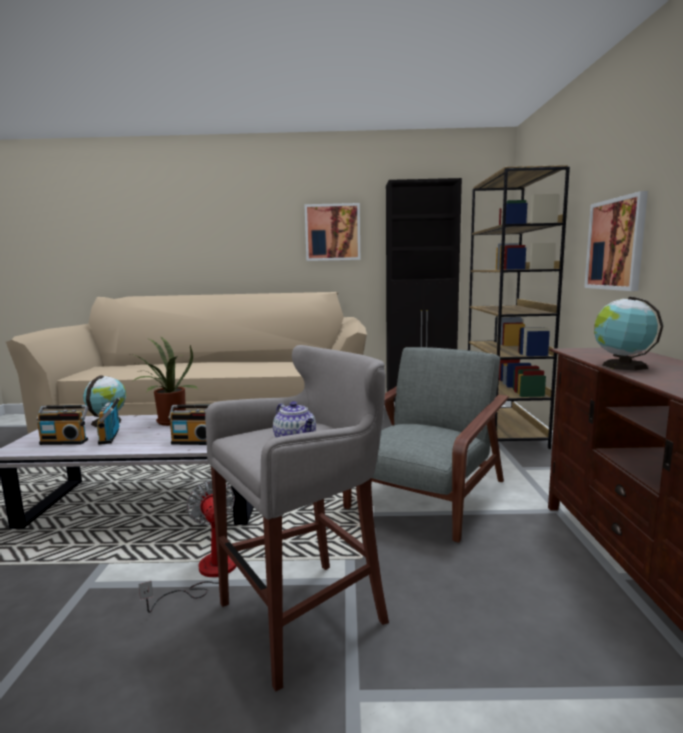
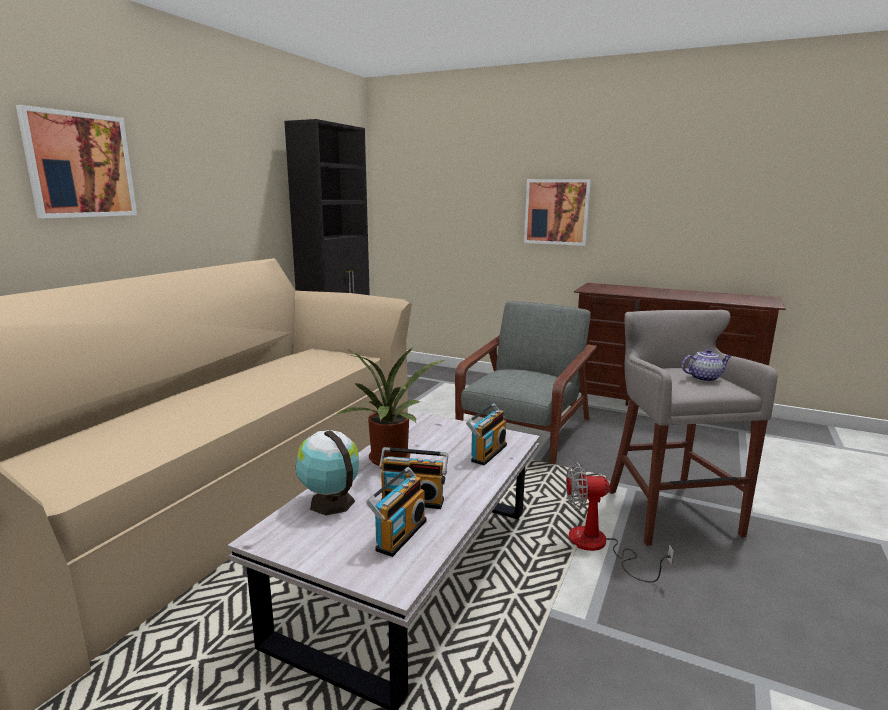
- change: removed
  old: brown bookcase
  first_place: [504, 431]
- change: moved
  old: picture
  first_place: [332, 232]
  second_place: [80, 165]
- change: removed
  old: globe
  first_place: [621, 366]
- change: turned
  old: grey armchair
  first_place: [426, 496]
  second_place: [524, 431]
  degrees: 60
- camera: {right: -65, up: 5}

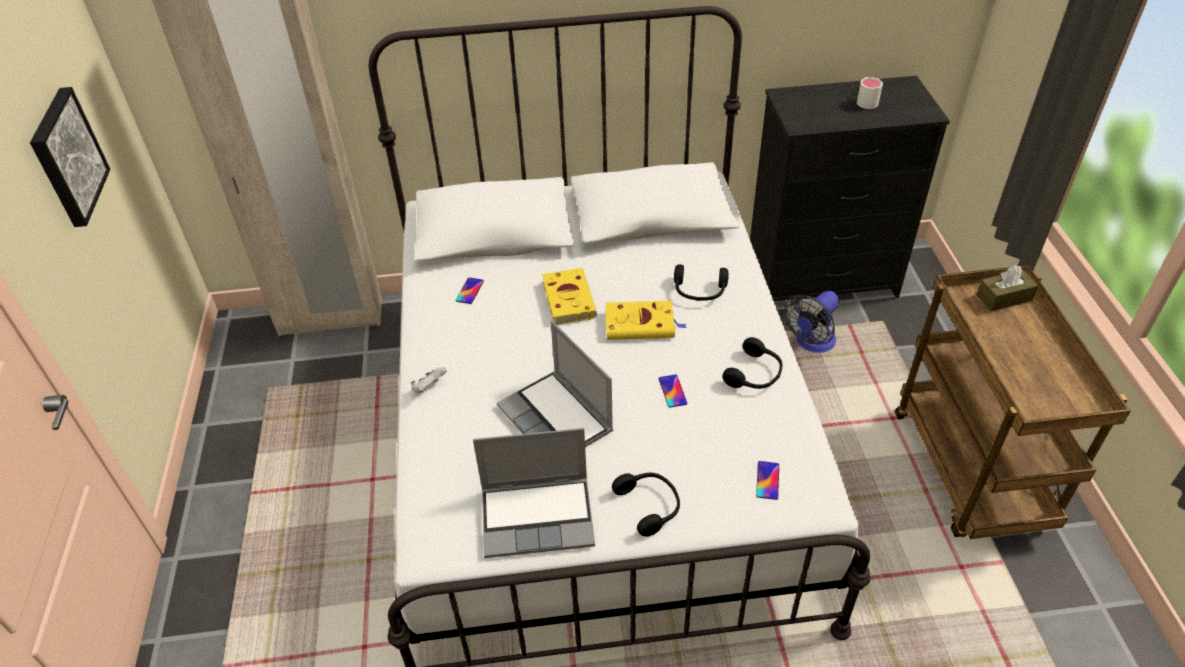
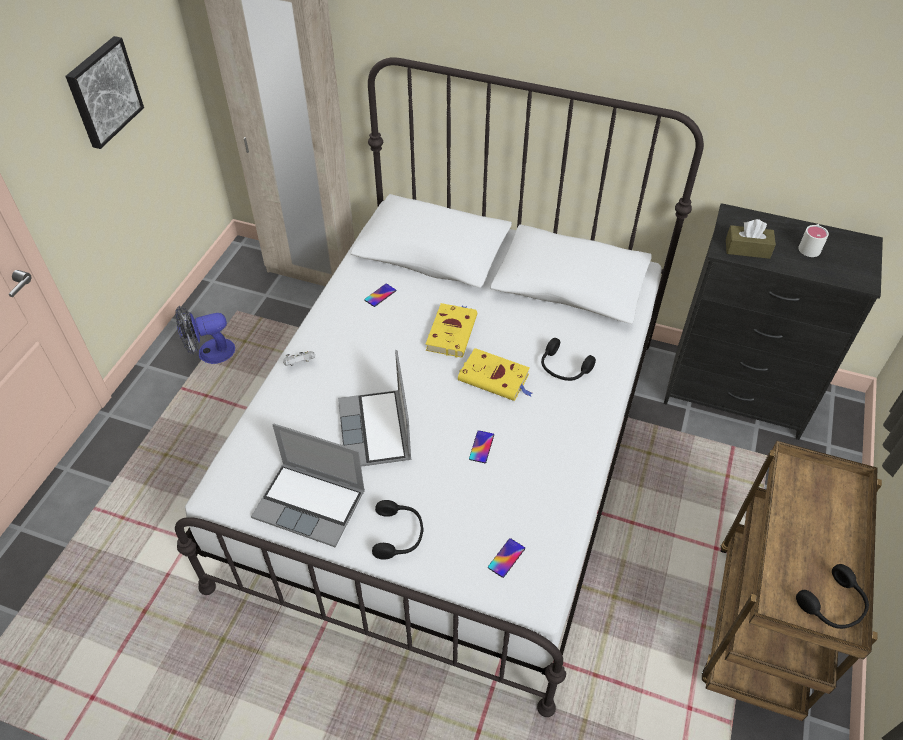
- change: moved
  old: brown tissue box
  first_place: [1004, 298]
  second_place: [747, 249]
- change: moved
  old: fan
  first_place: [811, 344]
  second_place: [210, 353]
- change: moved
  old: black headphones
  first_place: [755, 374]
  second_place: [833, 605]
- camera: {right: 25, up: 5}

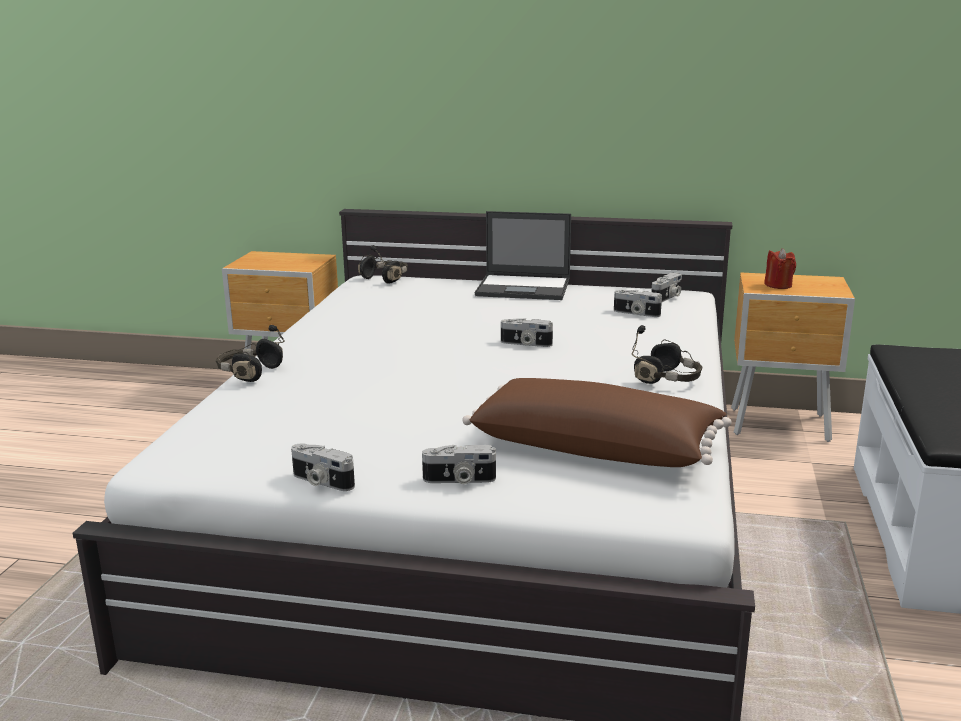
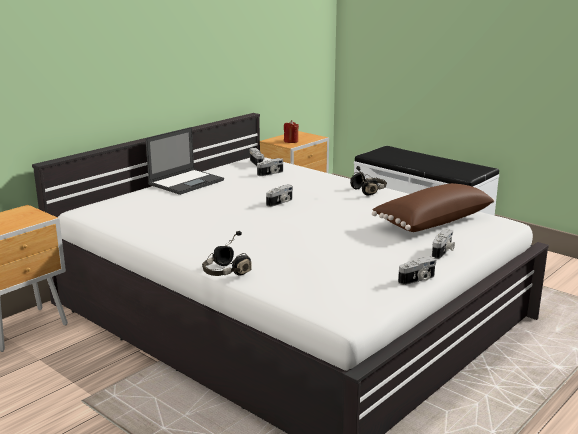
- change: removed
  old: black headphones
  first_place: [386, 278]
- camera: {right: -60, up: 0}

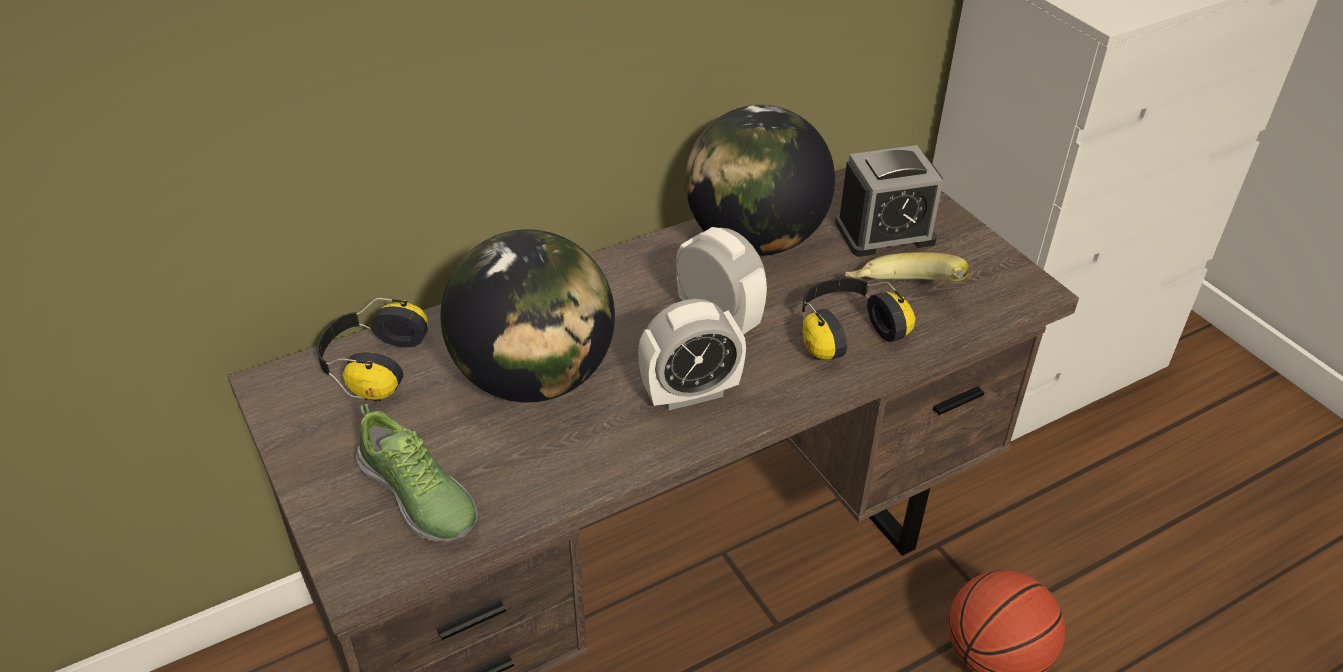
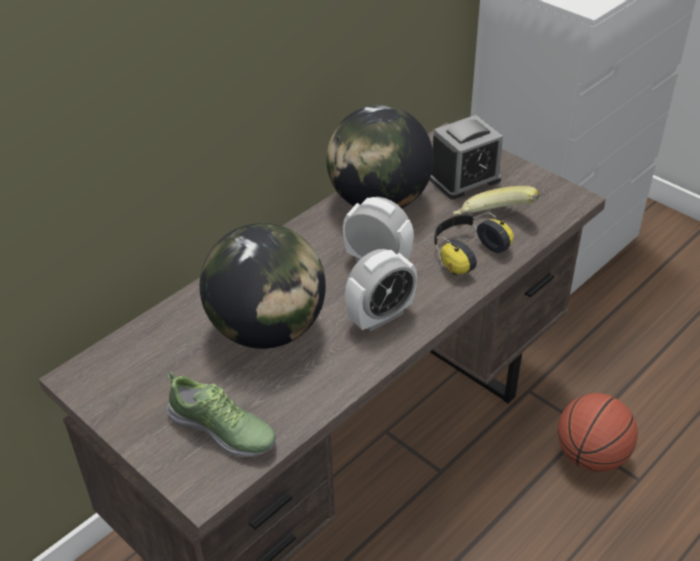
- change: removed
  old: headphones
  first_place: [372, 365]
- camera: {right: -15, up: 0}

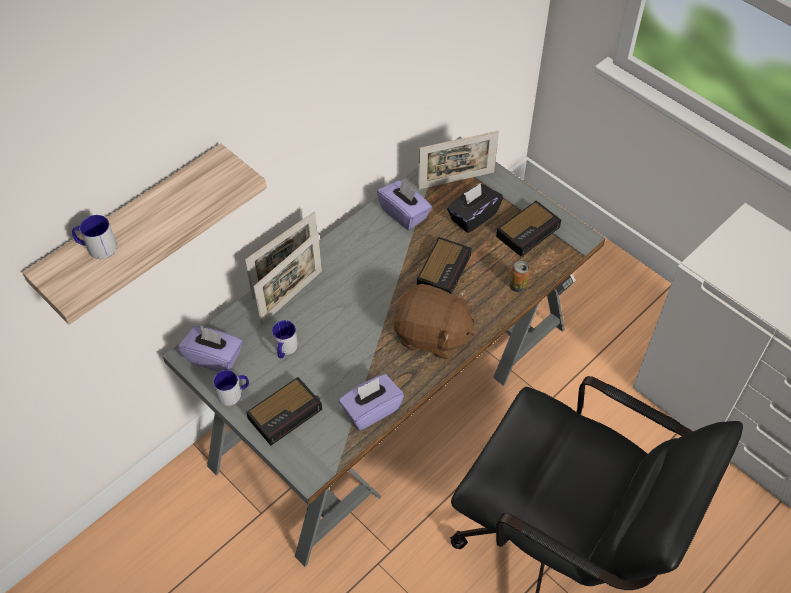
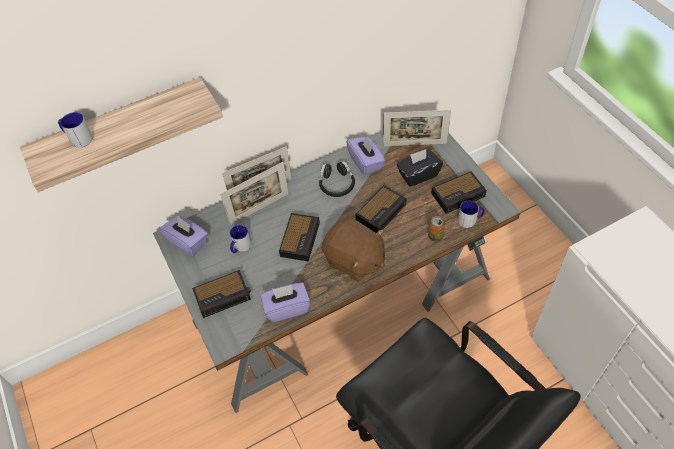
- change: moved
  old: mug
  first_place: [234, 393]
  second_place: [470, 220]
- change: added
  new: black headphones
  second_place: [336, 184]
- change: added
  new: alarm clock
  second_place: [300, 238]
- camera: {right: 20, up: 0}

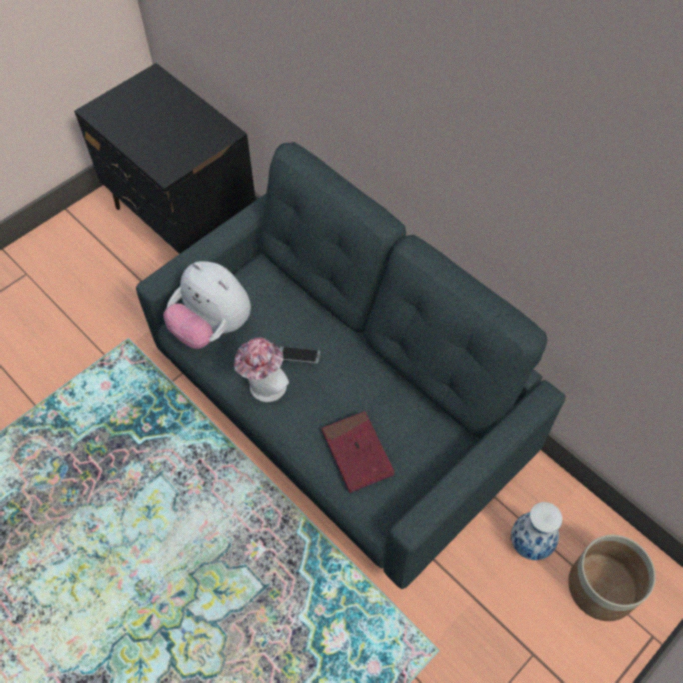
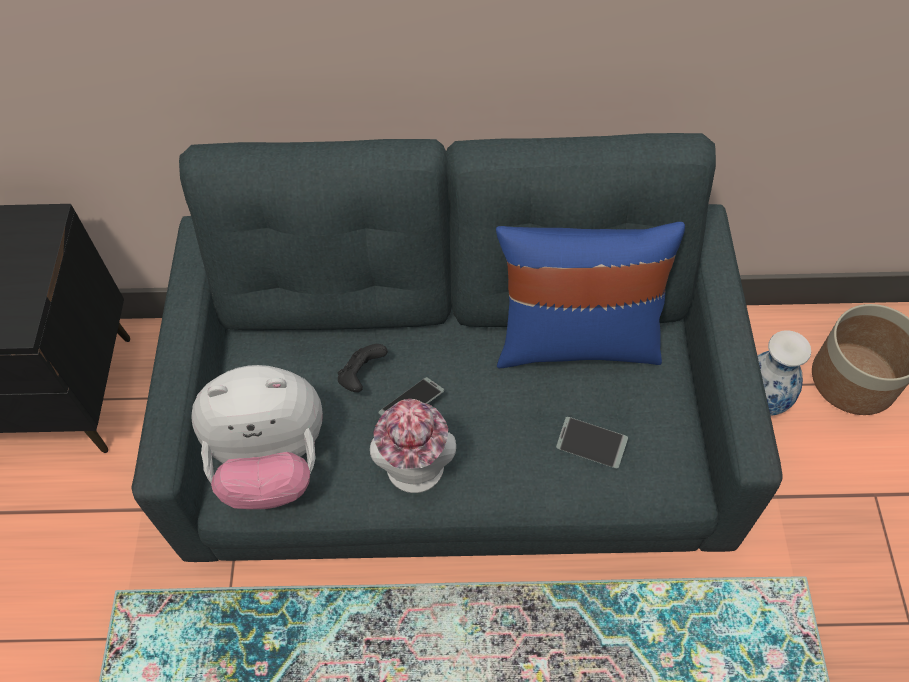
- change: replaced
  old: red book
  new: phone
  first_place: [357, 453]
  second_place: [591, 445]
- change: added
  new: blue pillow
  second_place: [576, 340]
- change: added
  new: black game controller
  second_place: [361, 376]
- camera: {right: -45, up: 0}

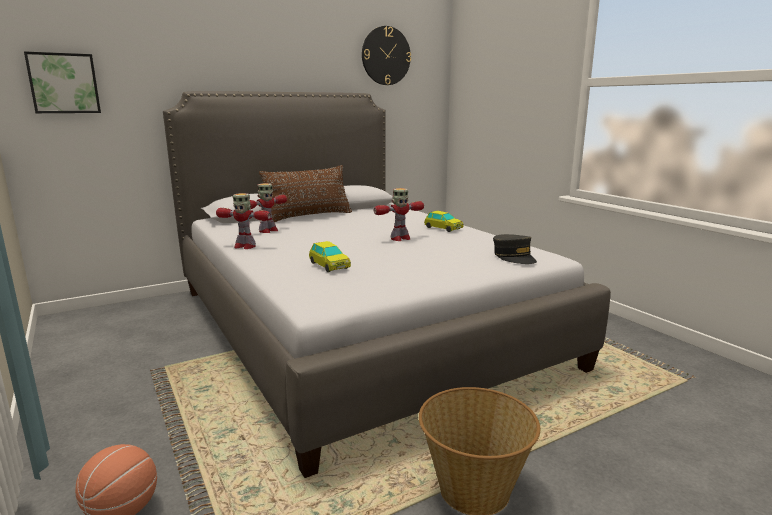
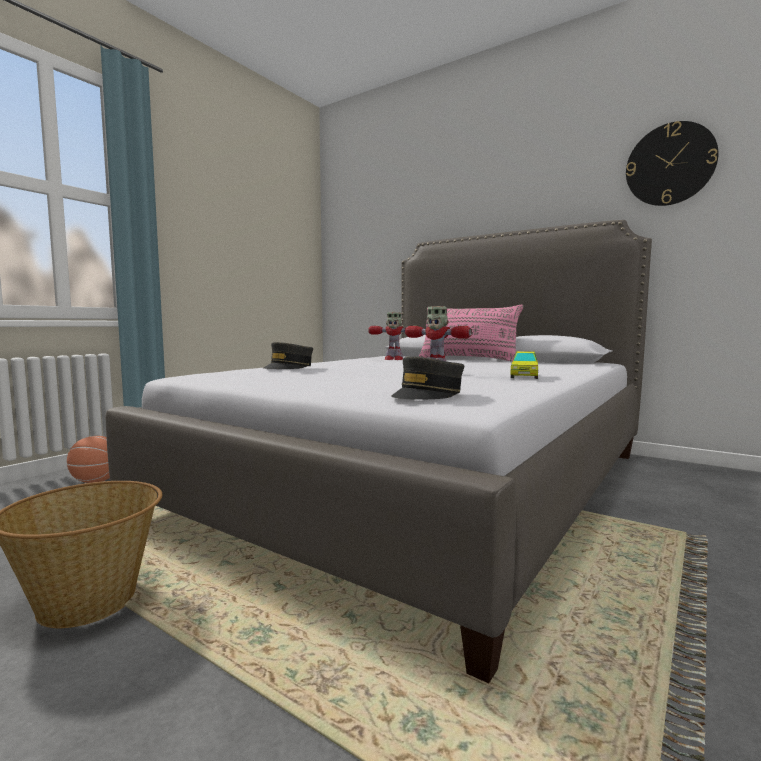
- change: removed
  old: picture
  first_place: [64, 83]
- change: recoloured
  old: brown pillow
  new: pink pillow
  first_place: [309, 216]
  second_place: [468, 359]
- change: removed
  old: toy robot
  first_place: [244, 246]
- change: replaced
  old: toy car
  new: grey cap
  first_place: [329, 266]
  second_place: [289, 367]
- camera: {right: 65, up: -10}

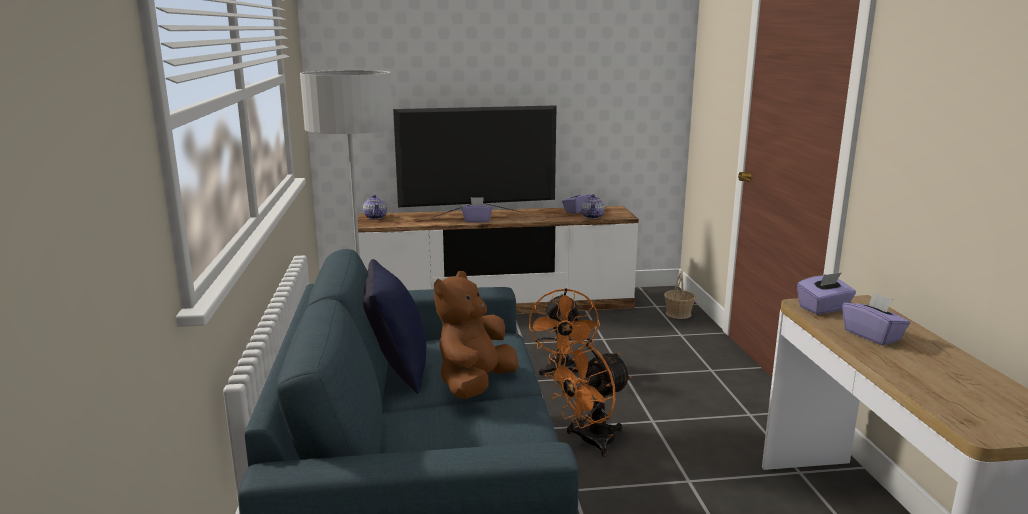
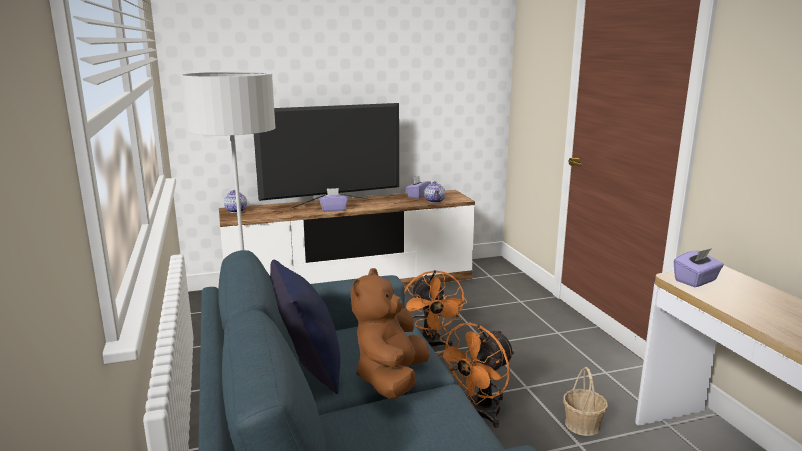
- change: moved
  old: basket
  first_place: [678, 314]
  second_place: [582, 424]
- change: removed
  old: purple tissue box
  first_place: [872, 336]
- camera: {right: -10, up: 0}

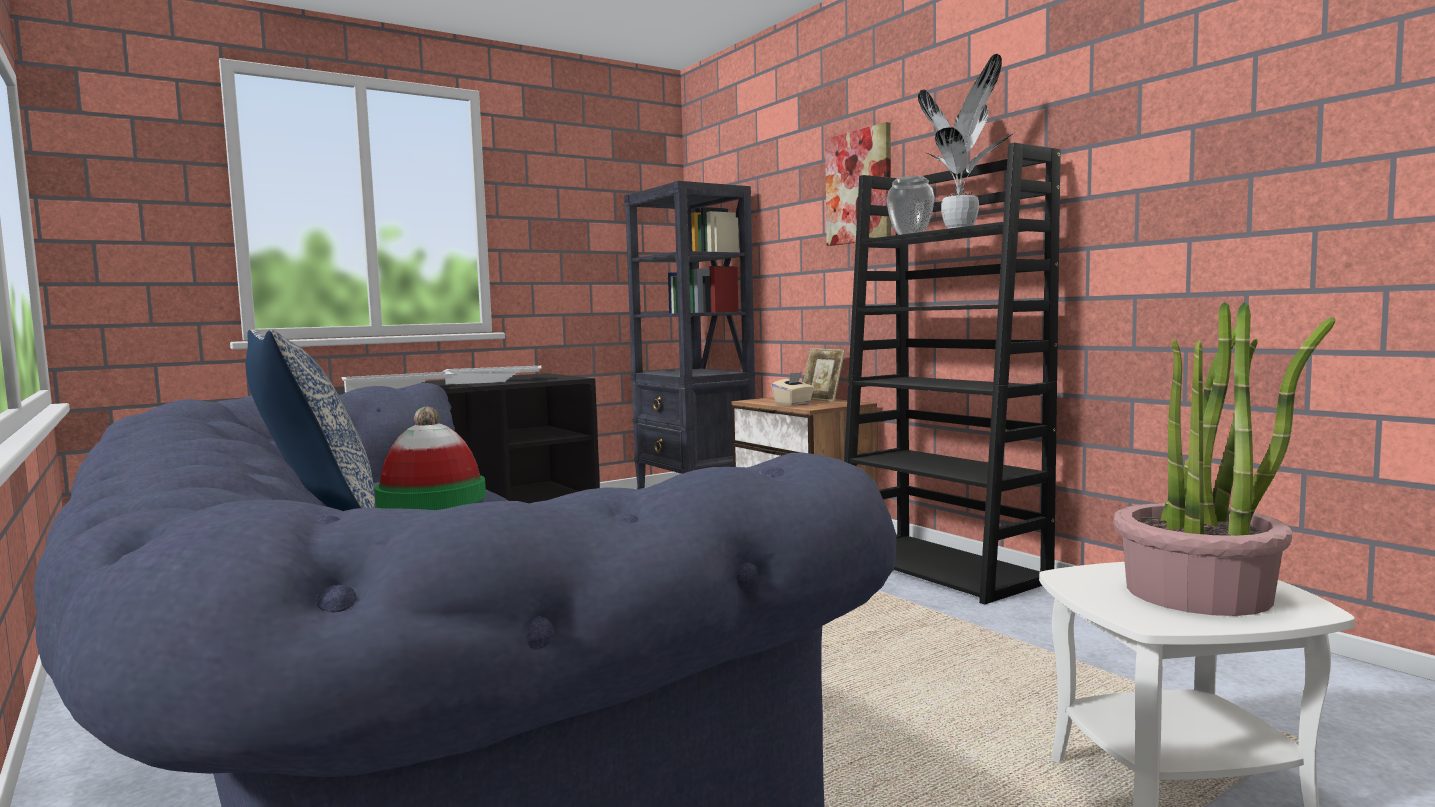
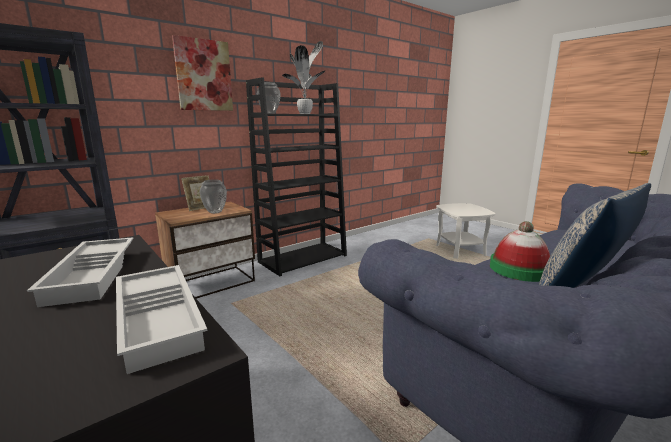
- change: removed
  old: potted plant
  first_place: [1199, 593]
- change: replaced
  old: beige tissue box
  new: vase
  first_place: [793, 403]
  second_place: [214, 212]
- camera: {right: -95, up: 10}

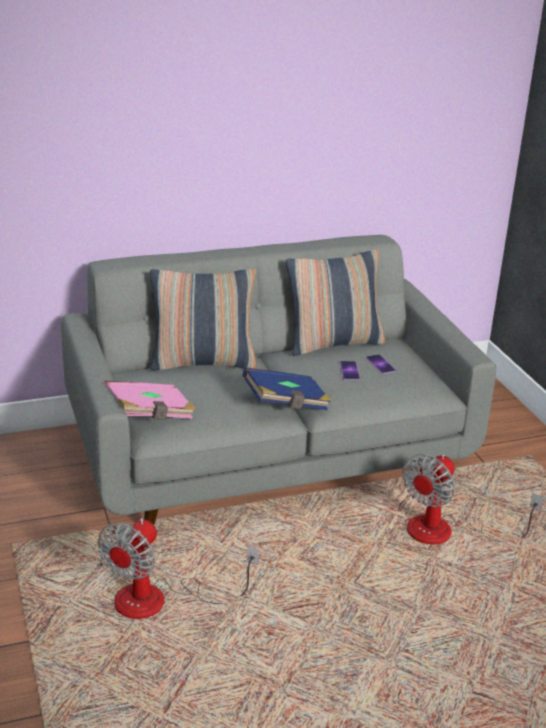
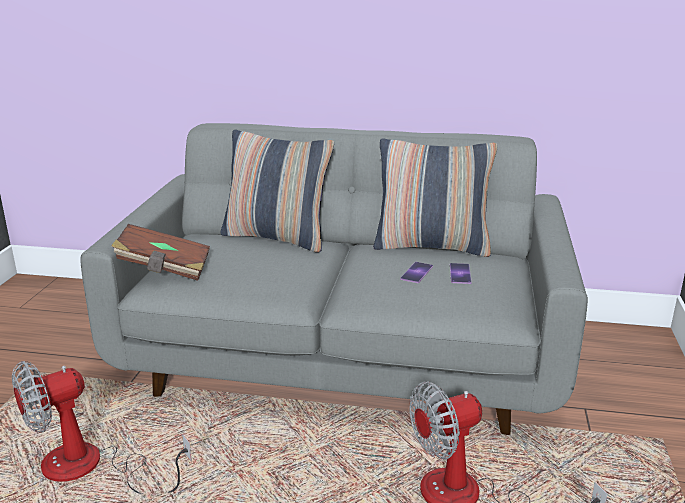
- change: removed
  old: blue book
  first_place: [286, 404]
- change: recoloured
  old: pink book
  new: brown book
  first_place: [149, 415]
  second_place: [164, 269]
- camera: {right: 30, up: -5}

